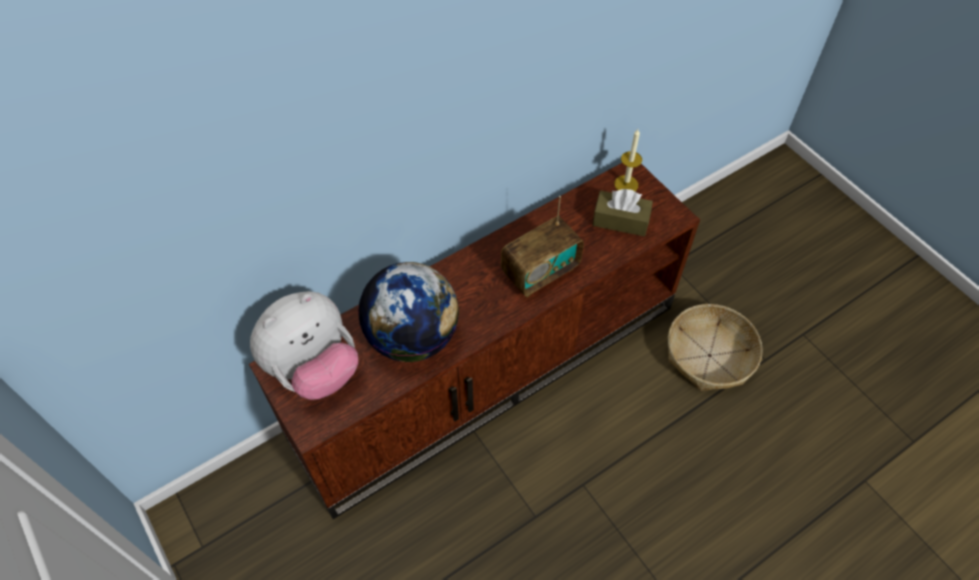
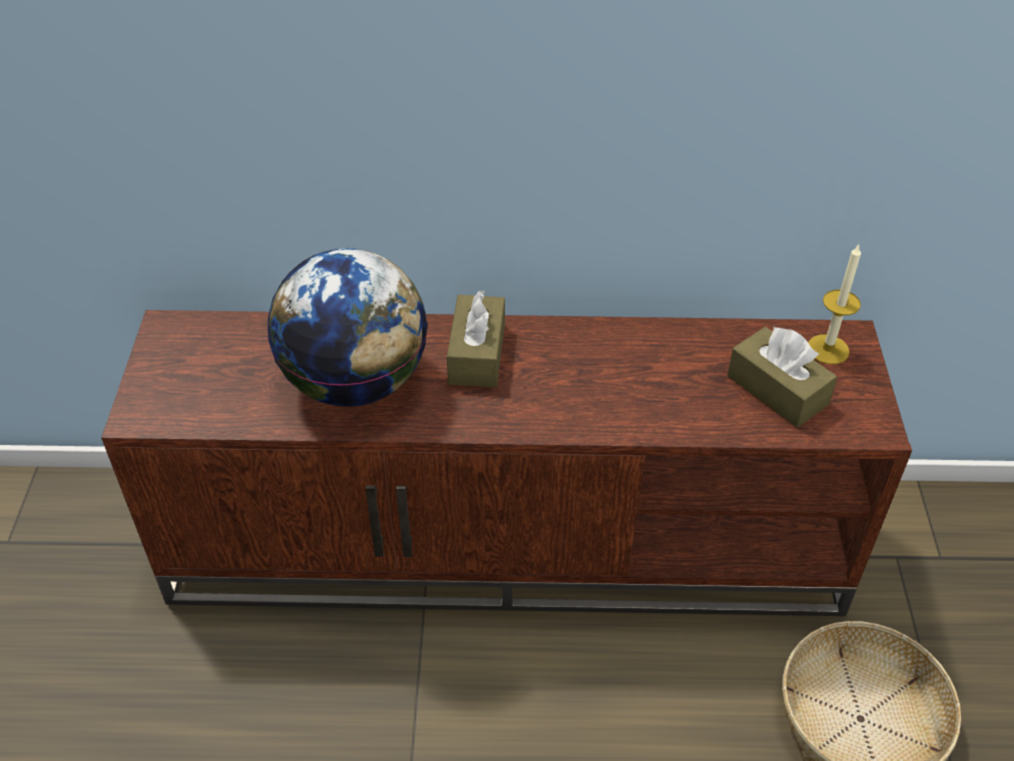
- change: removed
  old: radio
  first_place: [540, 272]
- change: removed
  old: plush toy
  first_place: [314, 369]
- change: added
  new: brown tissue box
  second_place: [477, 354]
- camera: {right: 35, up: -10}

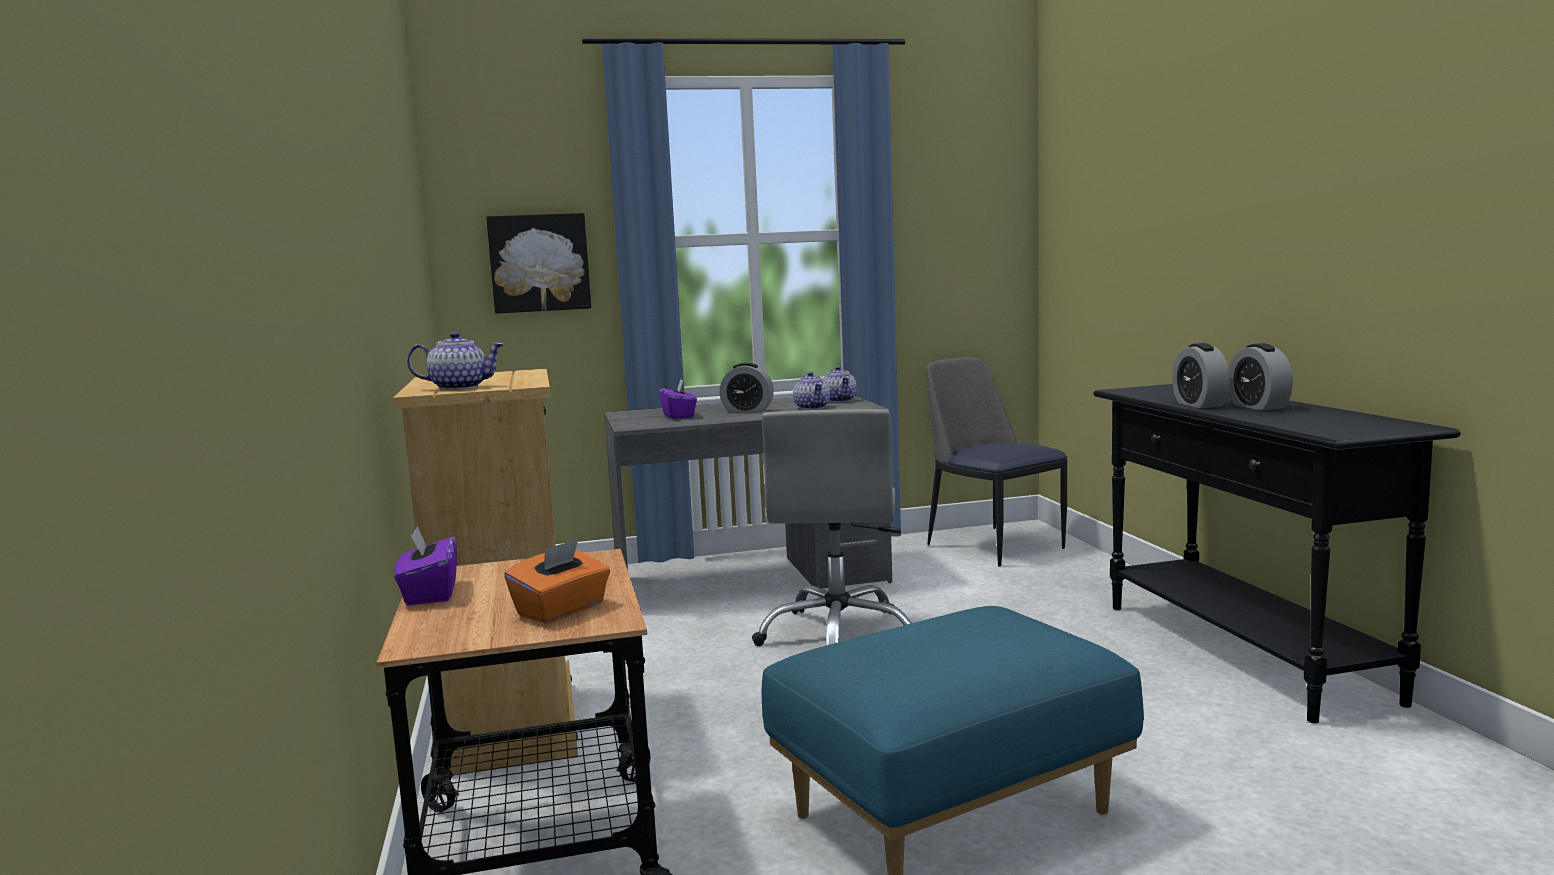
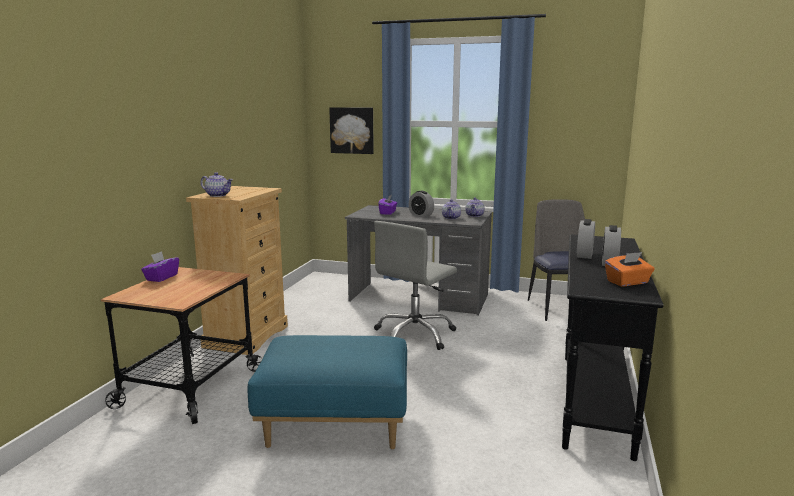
- change: moved
  old: orange tissue box
  first_place: [562, 610]
  second_place: [628, 282]
- camera: {right: 30, up: 5}

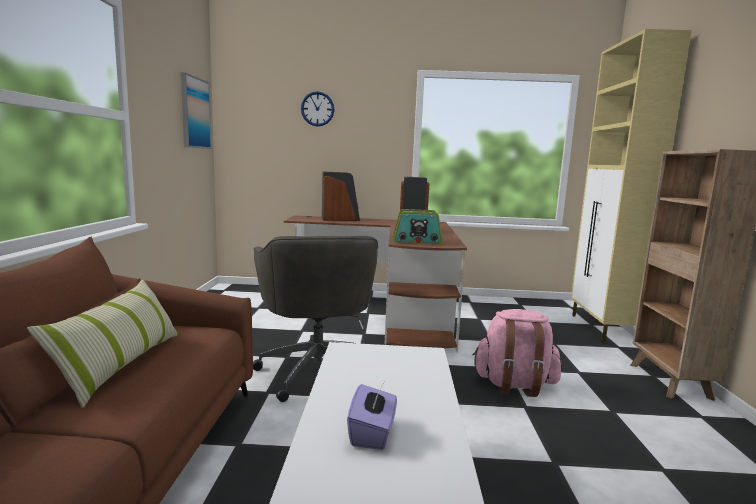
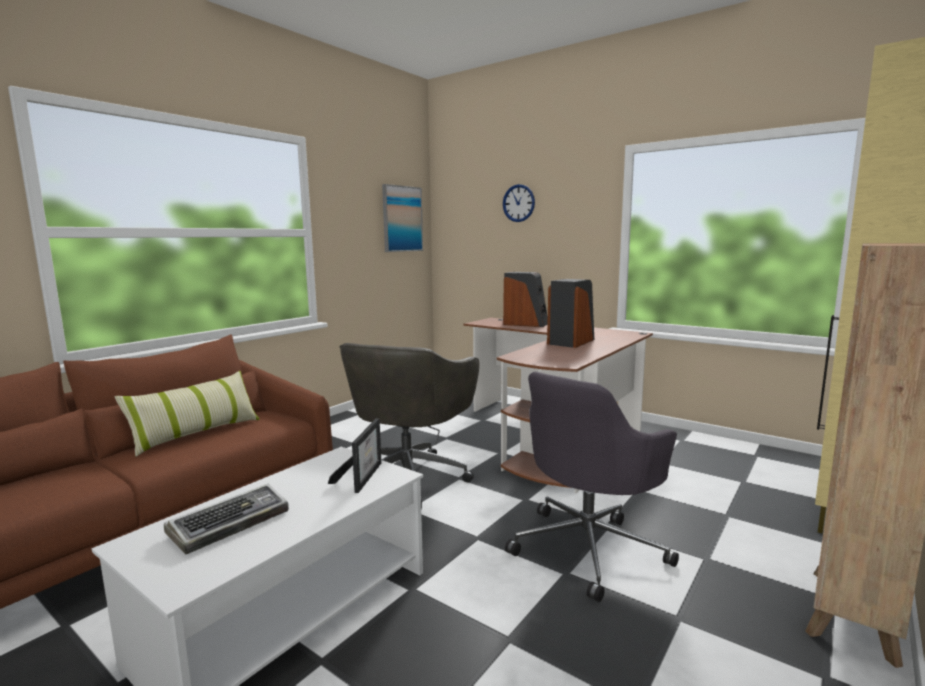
- change: removed
  old: radio
  first_place: [417, 241]
- change: replaced
  old: pink backpack
  new: grey office chair
  first_place: [514, 385]
  second_place: [589, 547]
- change: replaced
  old: purple tissue box
  new: keyboard
  first_place: [372, 433]
  second_place: [231, 523]
- change: added
  new: picture frame
  second_place: [362, 476]
- camera: {right: 35, up: 0}

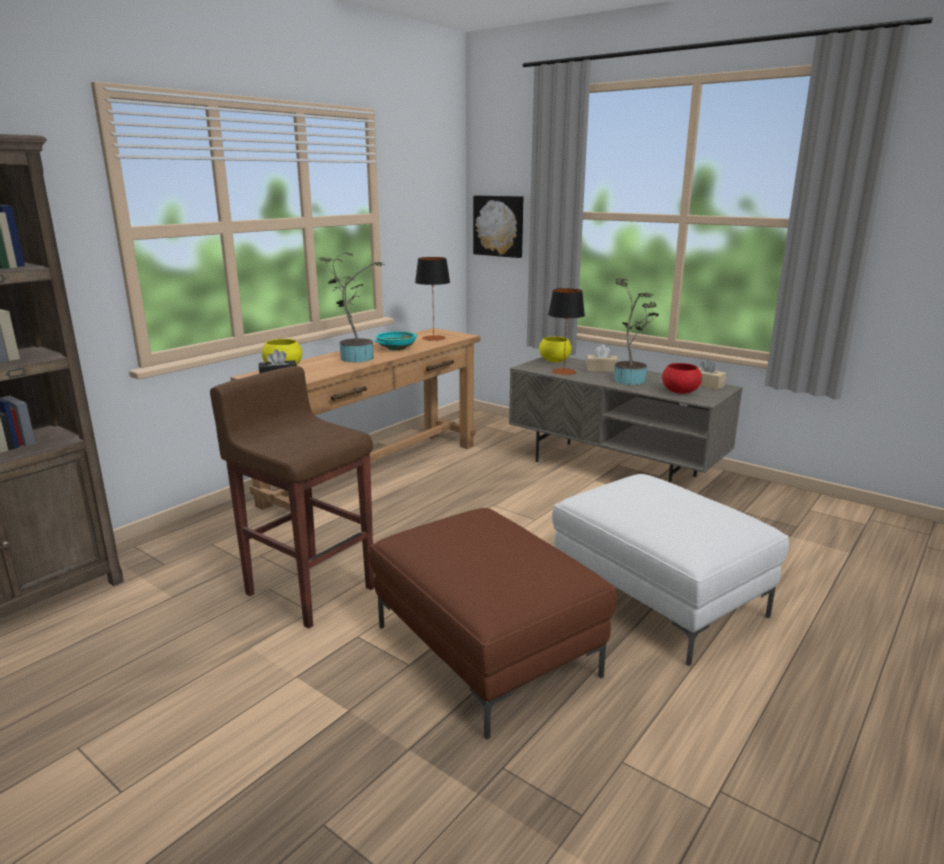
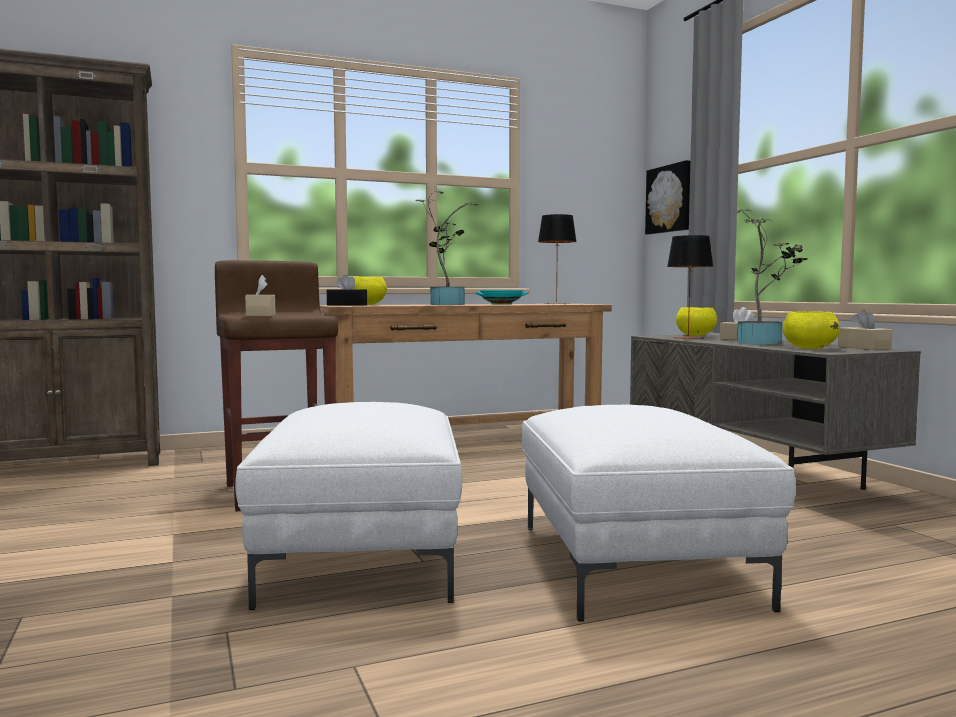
- change: recoloured
  old: red bowl
  new: yellow bowl
  first_place: [680, 392]
  second_place: [809, 348]
- change: recoloured
  old: brown ottoman
  new: white ottoman
  first_place: [482, 650]
  second_place: [359, 555]
- change: added
  new: beige tissue box
  second_place: [261, 315]
- camera: {right: 30, up: -15}

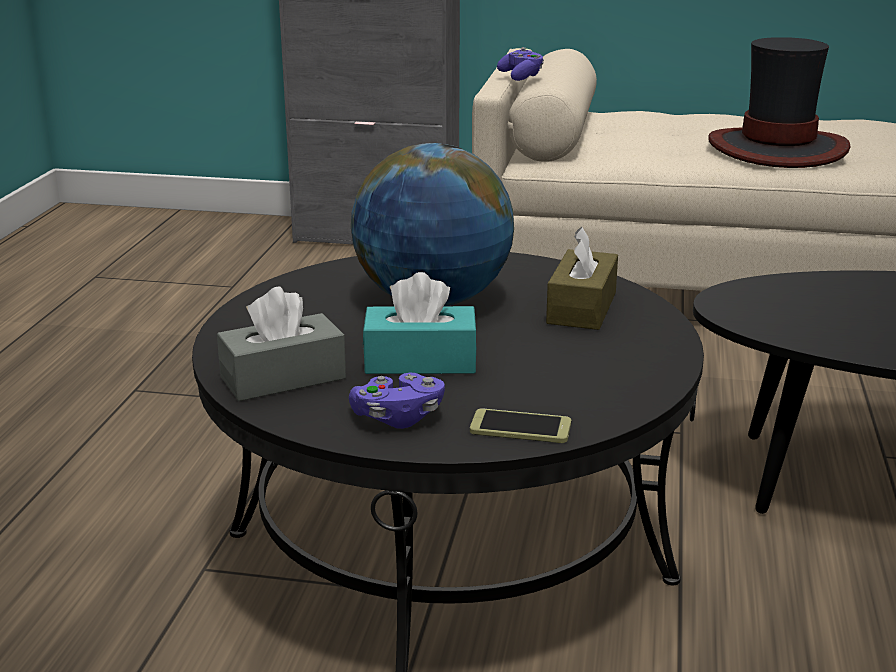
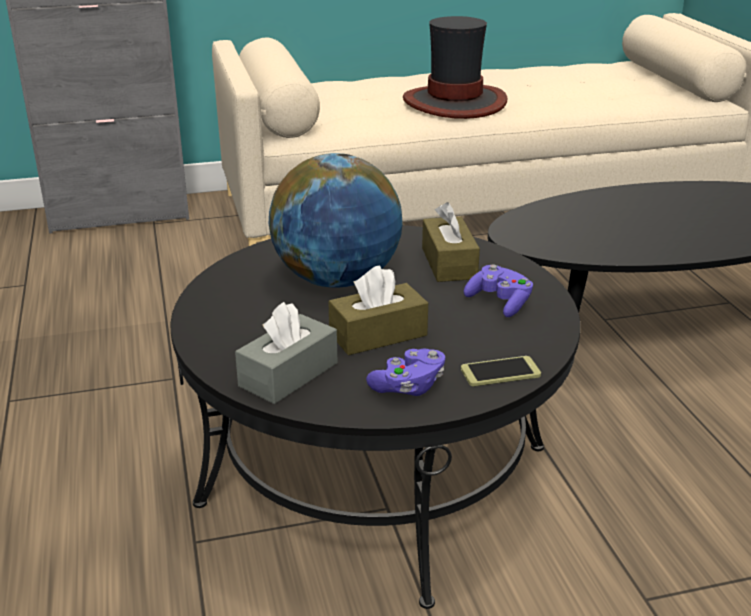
- change: moved
  old: purple game controller
  first_place: [521, 76]
  second_place: [499, 303]
- change: recoloured
  old: turquoise tissue box
  new: brown tissue box
  first_place: [420, 361]
  second_place: [378, 334]
- camera: {right: -25, up: 5}

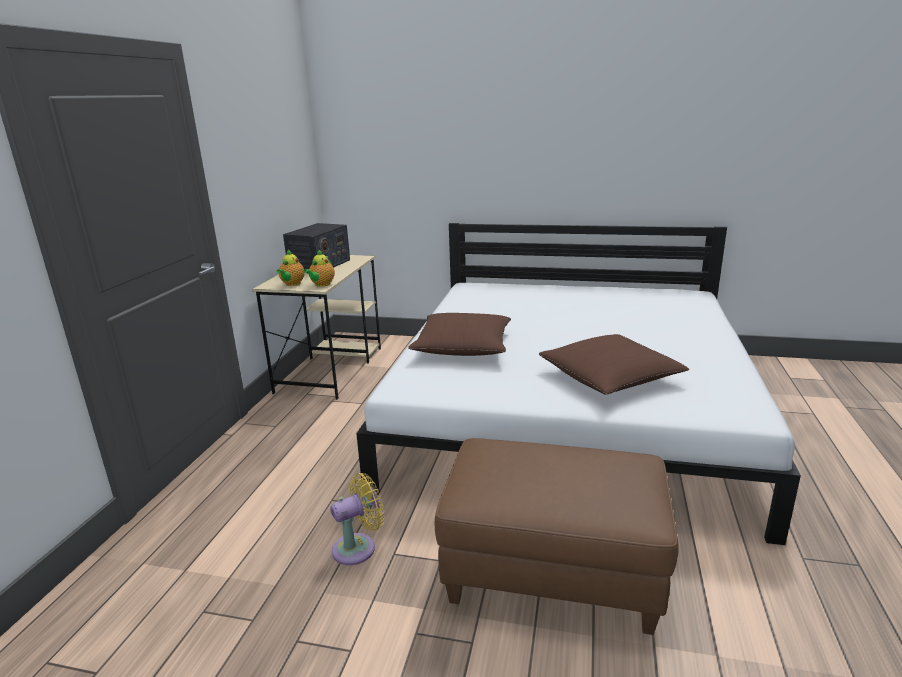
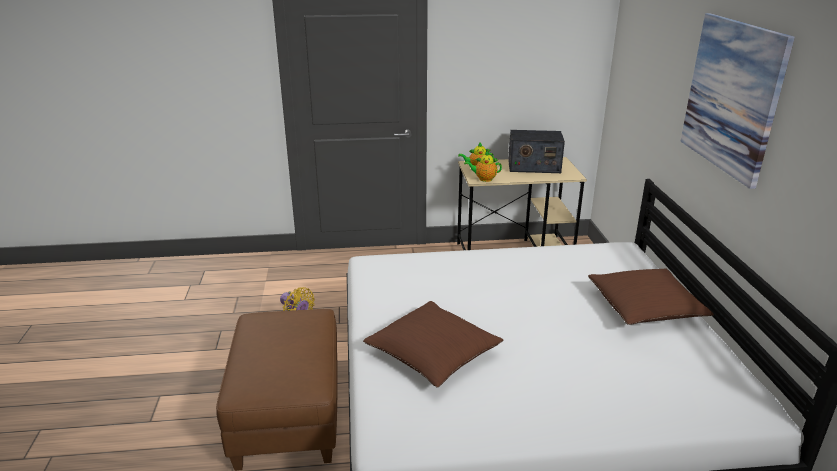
- change: moved
  old: brown pillow
  first_place: [463, 347]
  second_place: [645, 307]
- change: added
  new: picture
  second_place: [732, 96]
- camera: {right: 70, up: 5}

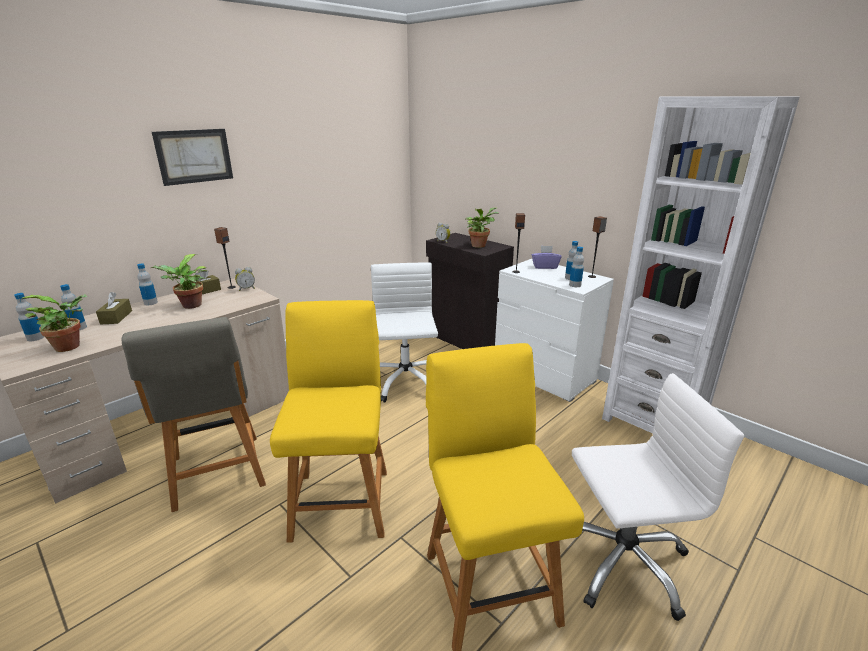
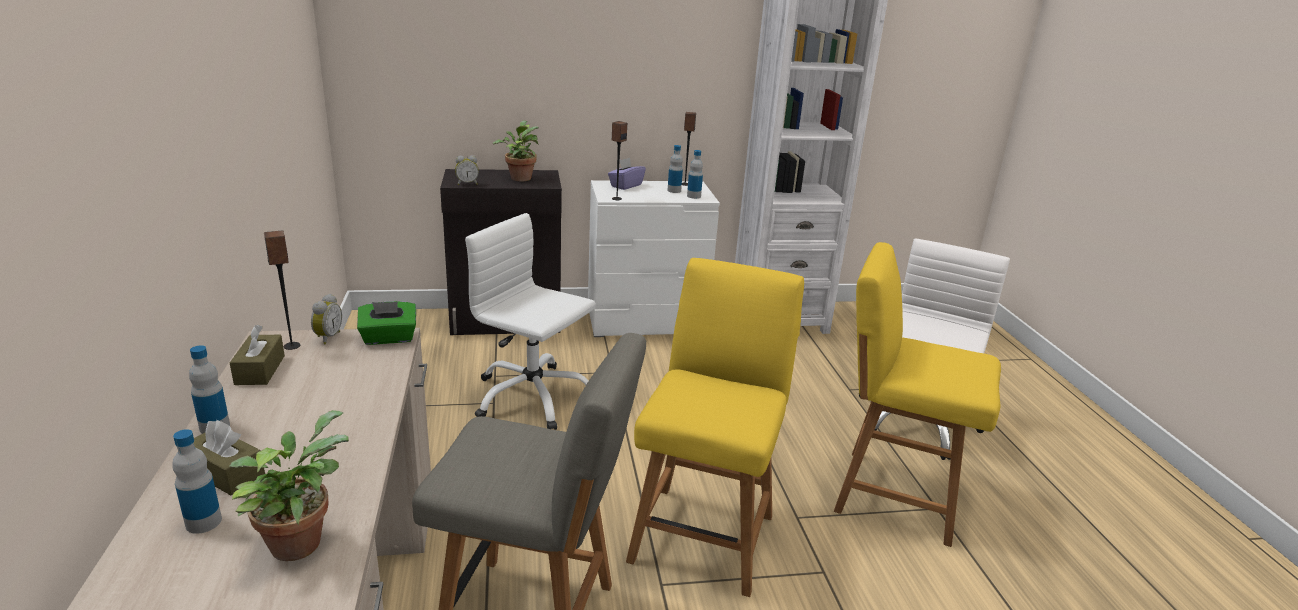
- change: removed
  old: picture
  first_place: [194, 156]
- change: removed
  old: potted plant
  first_place: [189, 306]
- change: removed
  old: bottle
  first_place: [35, 338]
- change: turned
  old: yellow chair
  first_place: [341, 500]
  second_place: [704, 534]
  degrees: 75
- change: added
  new: green tissue box
  second_place: [389, 338]
- camera: {right: -55, up: 0}

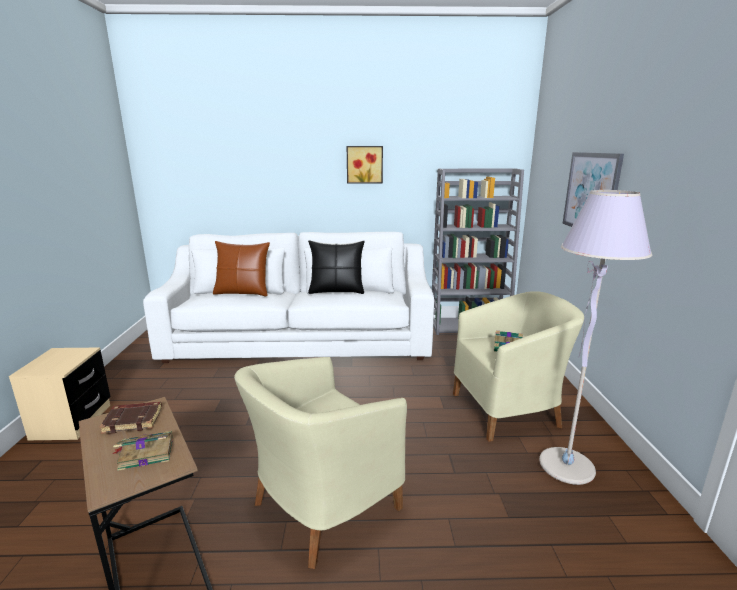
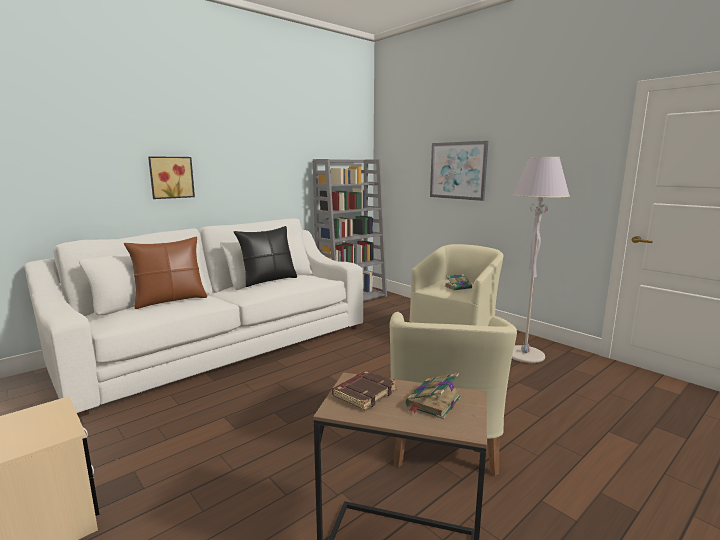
- change: moved
  old: picture
  first_place: [364, 164]
  second_place: [171, 177]
- camera: {right: -40, up: -5}

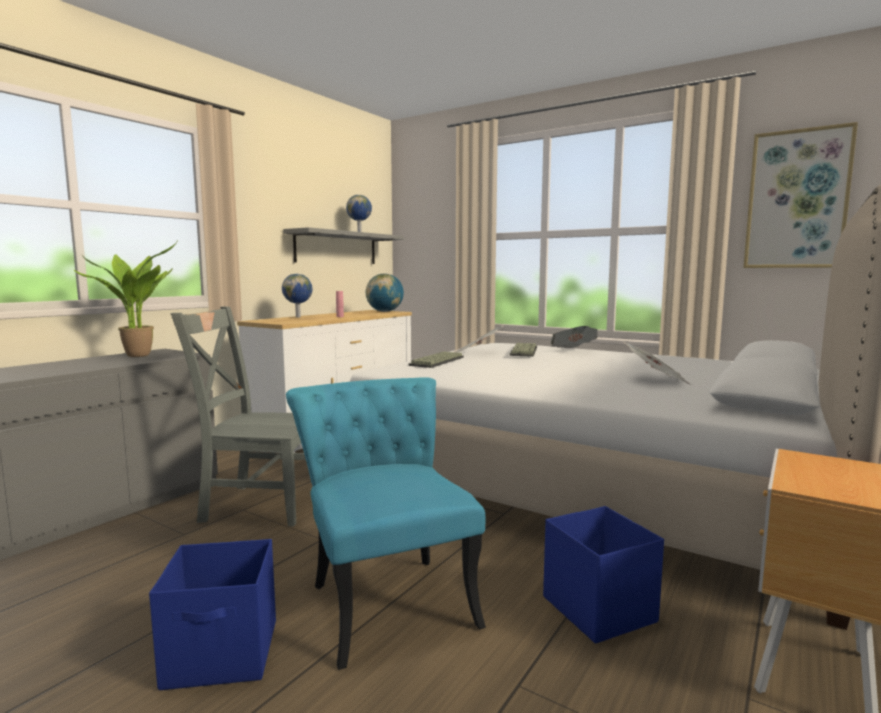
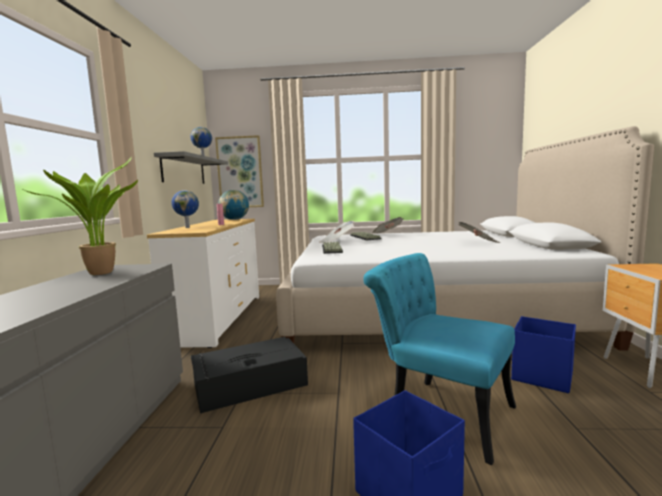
- change: moved
  old: picture
  first_place: [797, 200]
  second_place: [240, 172]
- change: replaced
  old: grey chair
  new: black storage box
  first_place: [259, 504]
  second_place: [248, 385]
- camera: {right: -30, up: 0}

